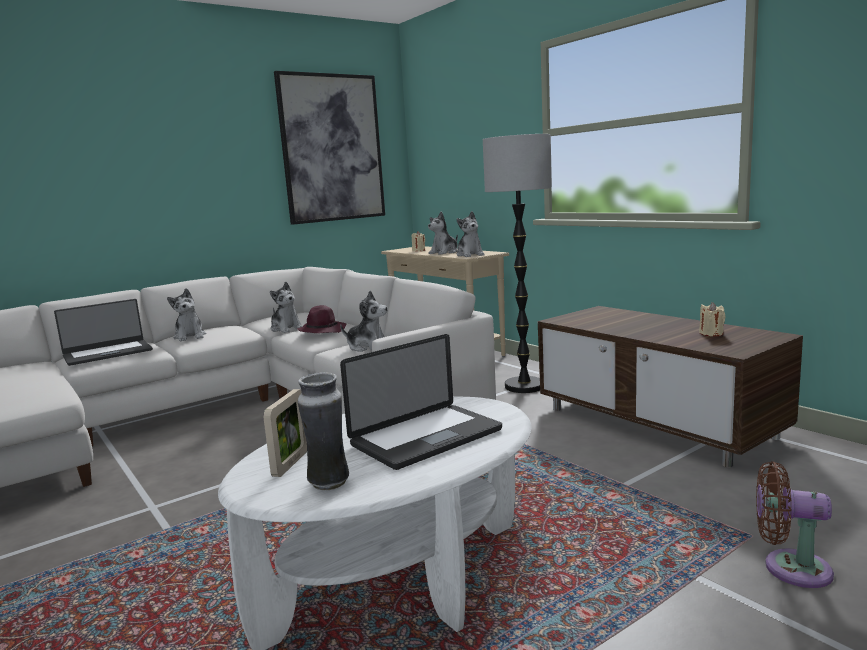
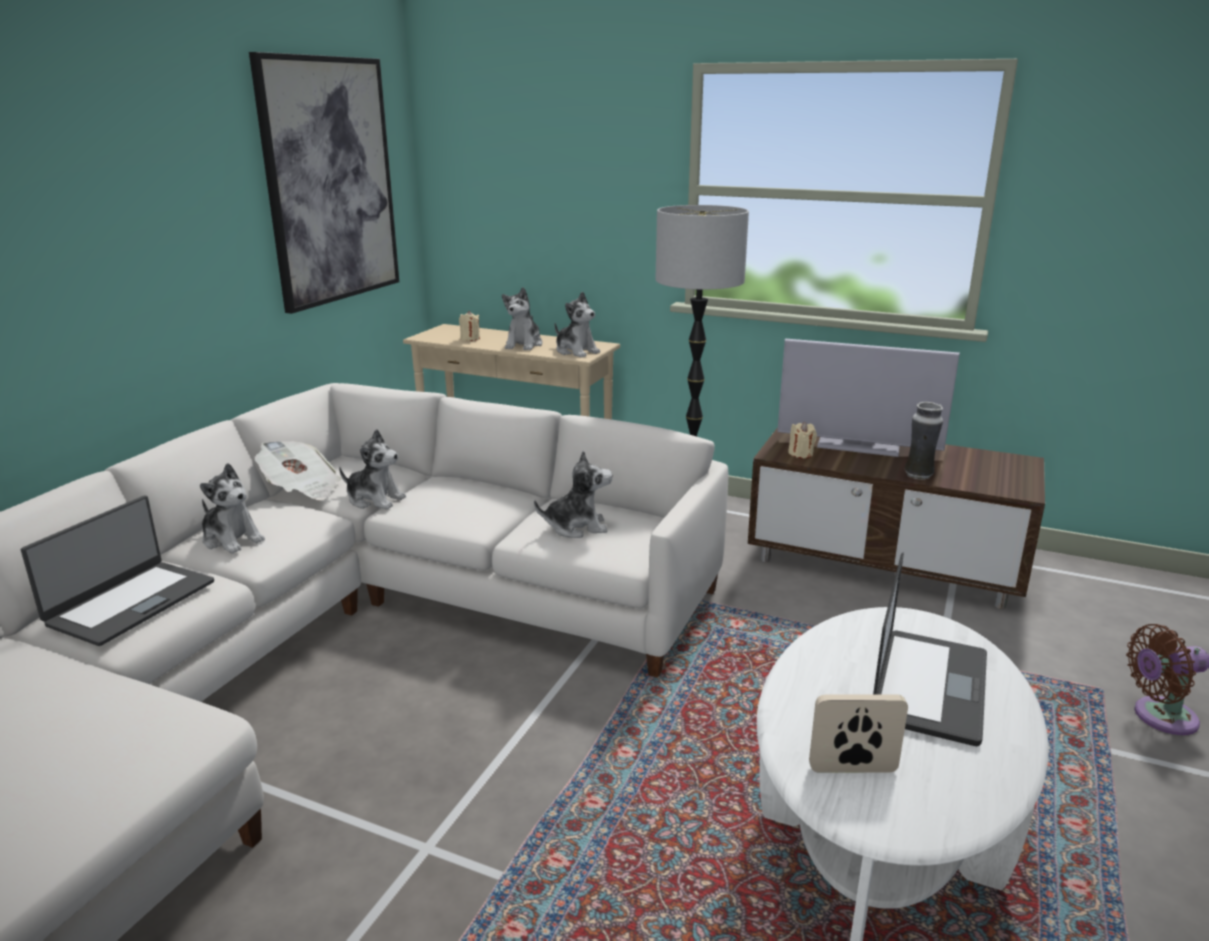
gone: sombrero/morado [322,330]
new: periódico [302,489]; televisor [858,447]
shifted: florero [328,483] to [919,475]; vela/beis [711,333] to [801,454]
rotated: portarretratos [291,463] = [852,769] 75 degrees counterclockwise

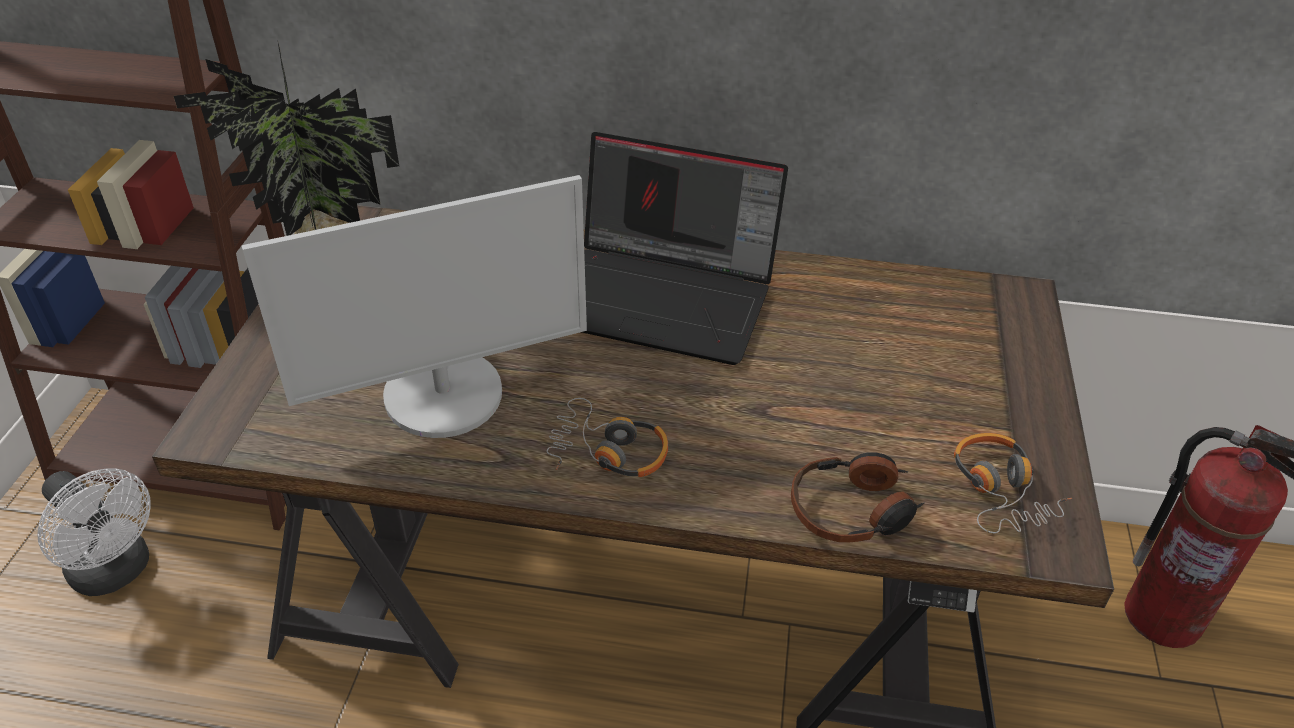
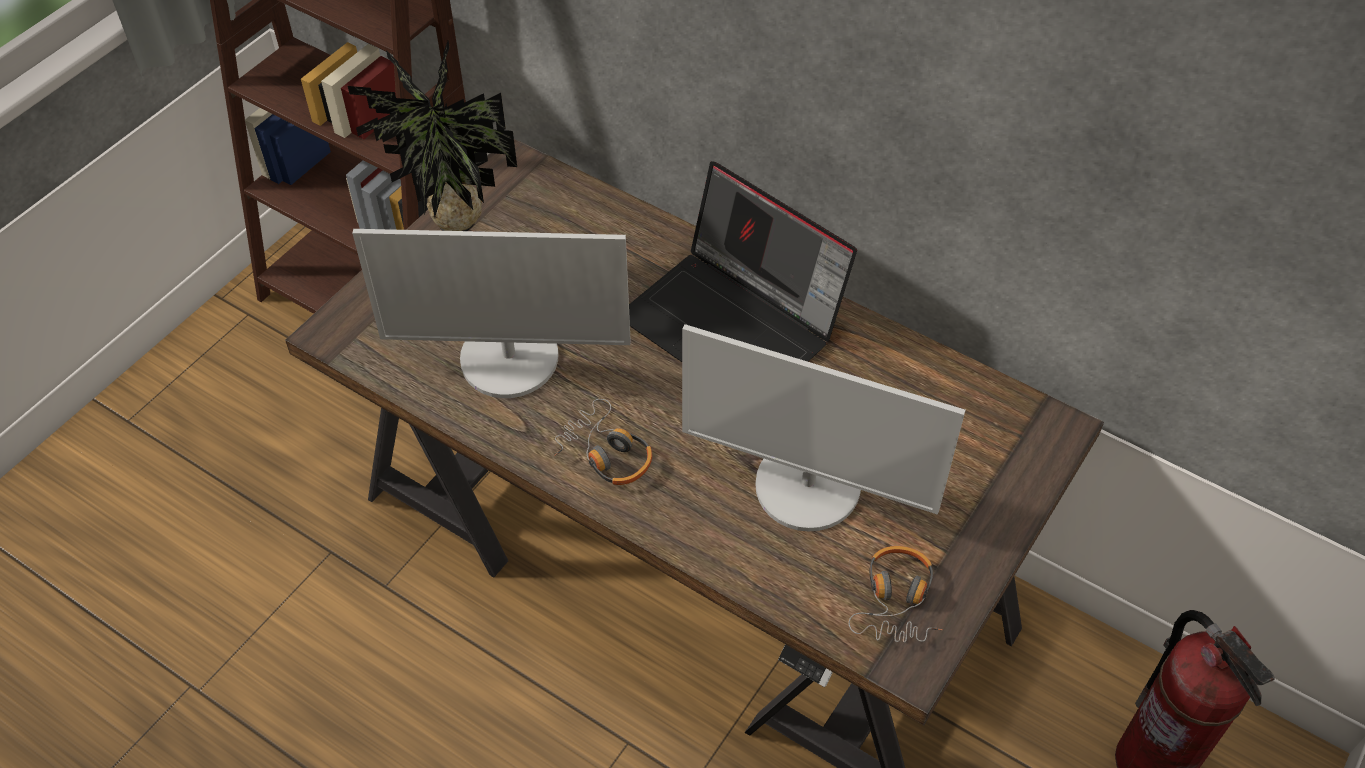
gone: ventilador/blanco [117,572]; auriculares [852,510]
new: monitor [808,487]

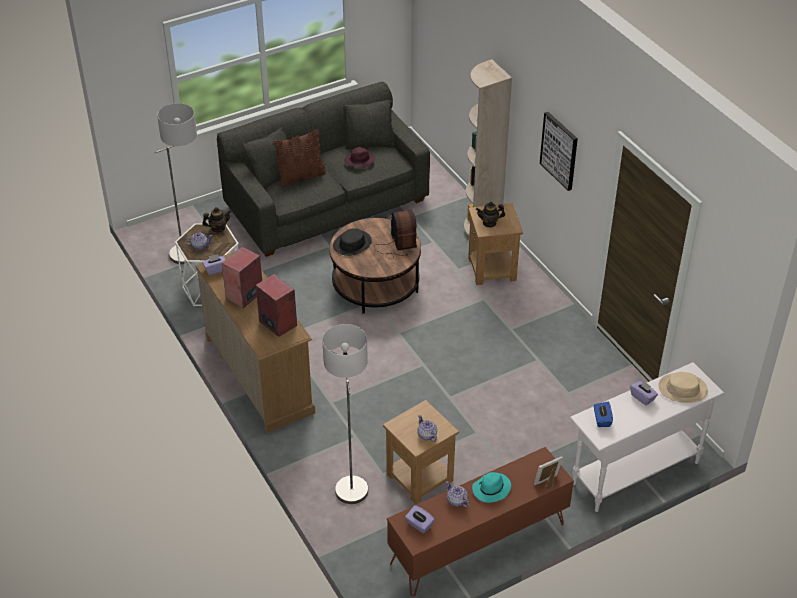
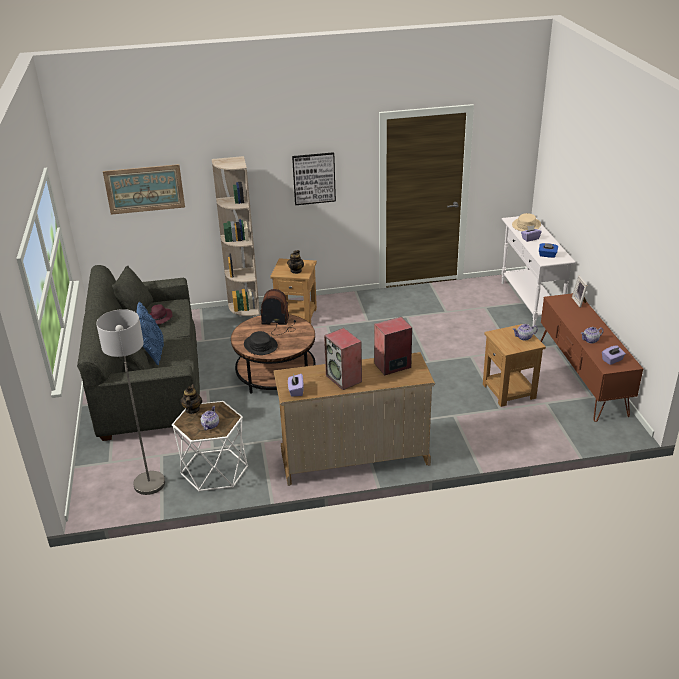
gone: lámpara de pie/gris [350,483]; sombrero/turquesa [491,490]
new: cuadro [144,189]
repainted: cojín/marrón [301,177] to cojín/azul [153,352]

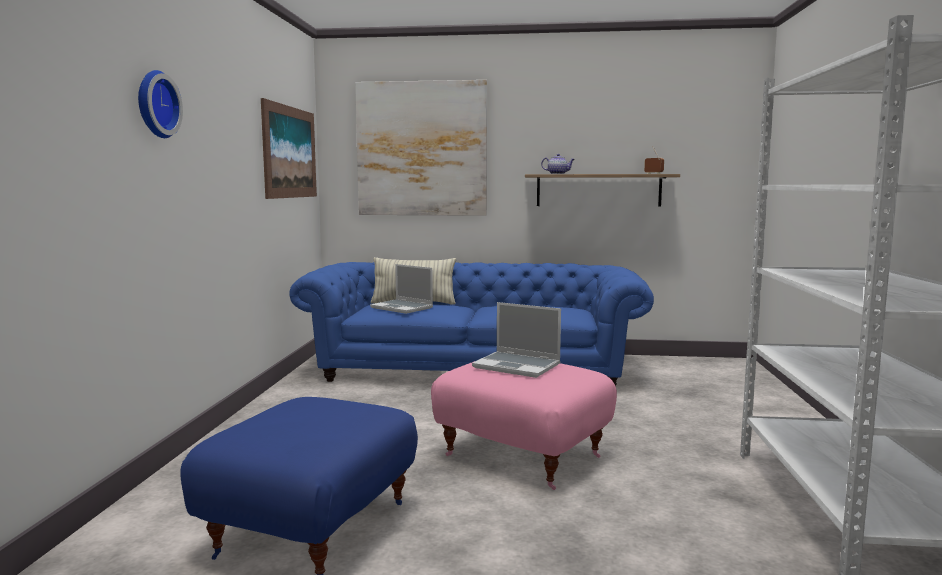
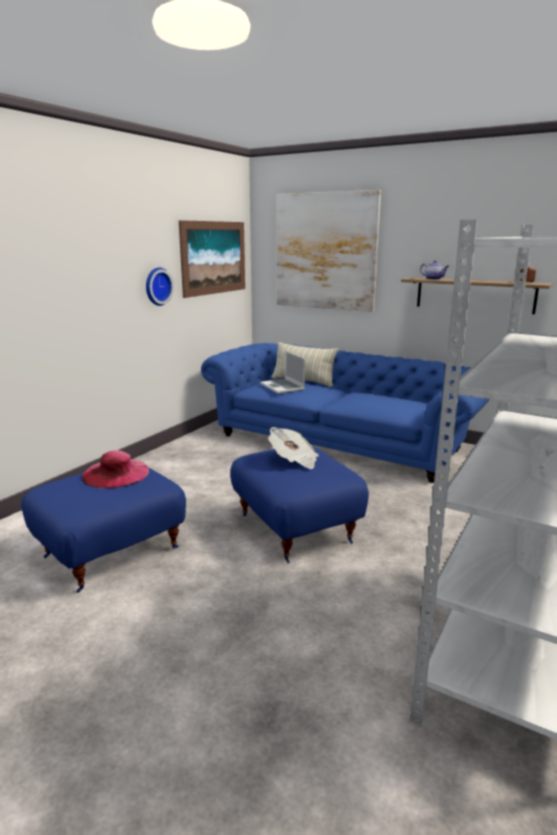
new: sombrero/rosa [116,473]
shifted: reloj de pared [155,104] to [157,286]
swapped: portátil [518,366] to periódico [294,460]
repainted: puf/rosa [524,455] to puf/azul [297,528]

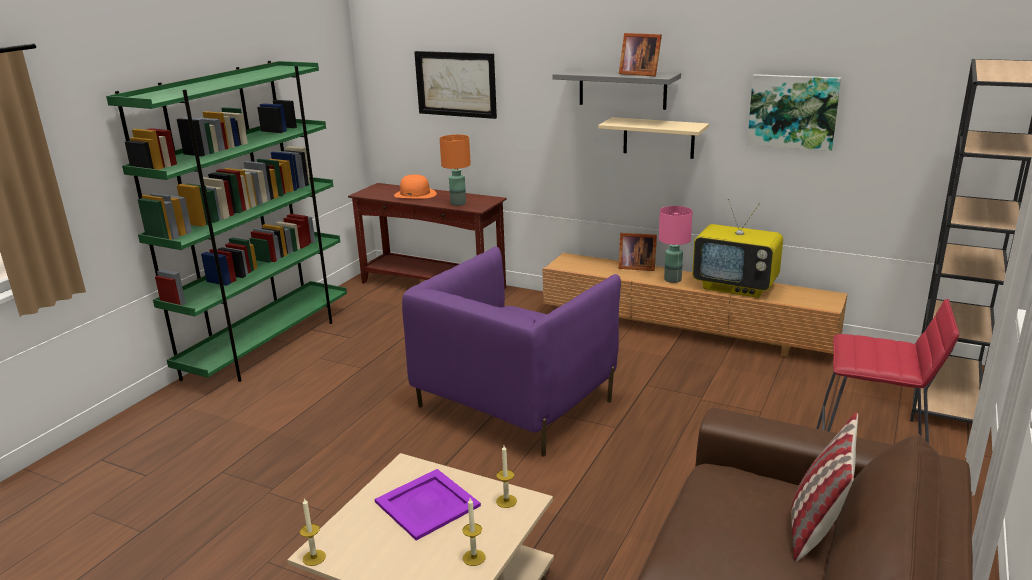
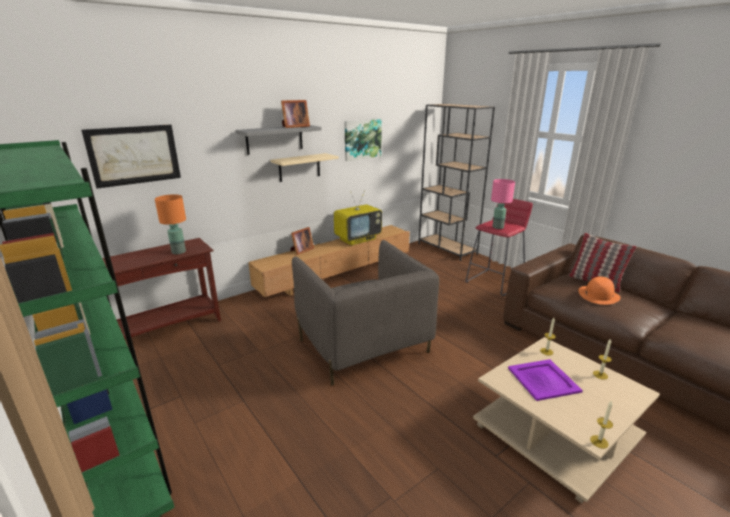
shifted: sombrero/naranja [415,194] to [598,295]; lámpara de mesa/rosa [673,279] to [498,227]
repainted: sillón/morado [515,402] to sillón/gris [363,345]

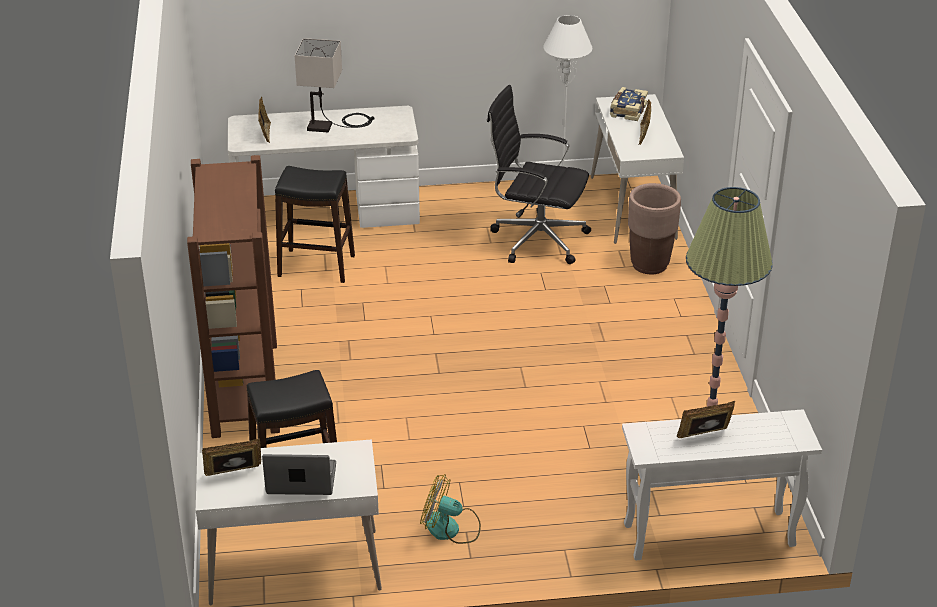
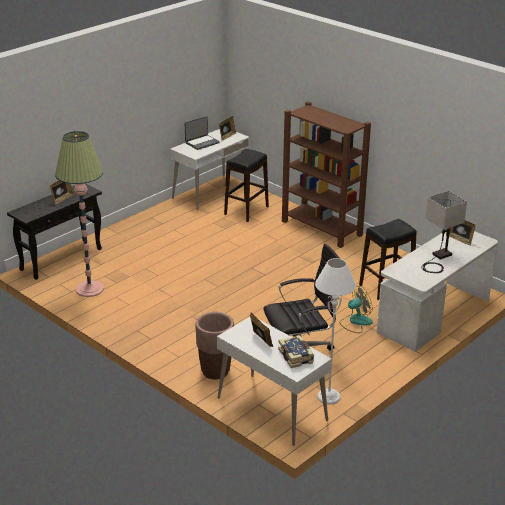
shifted: ventilador [450,528] to [355,322]
repainted: mesa consola/blanco [707,536] to mesa consola/negro [61,259]

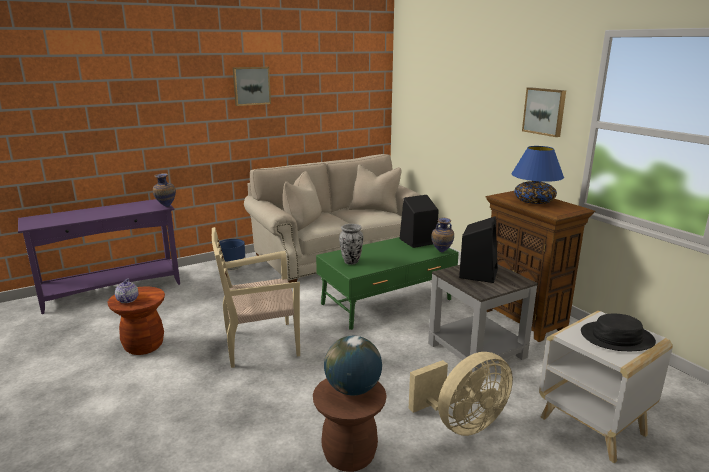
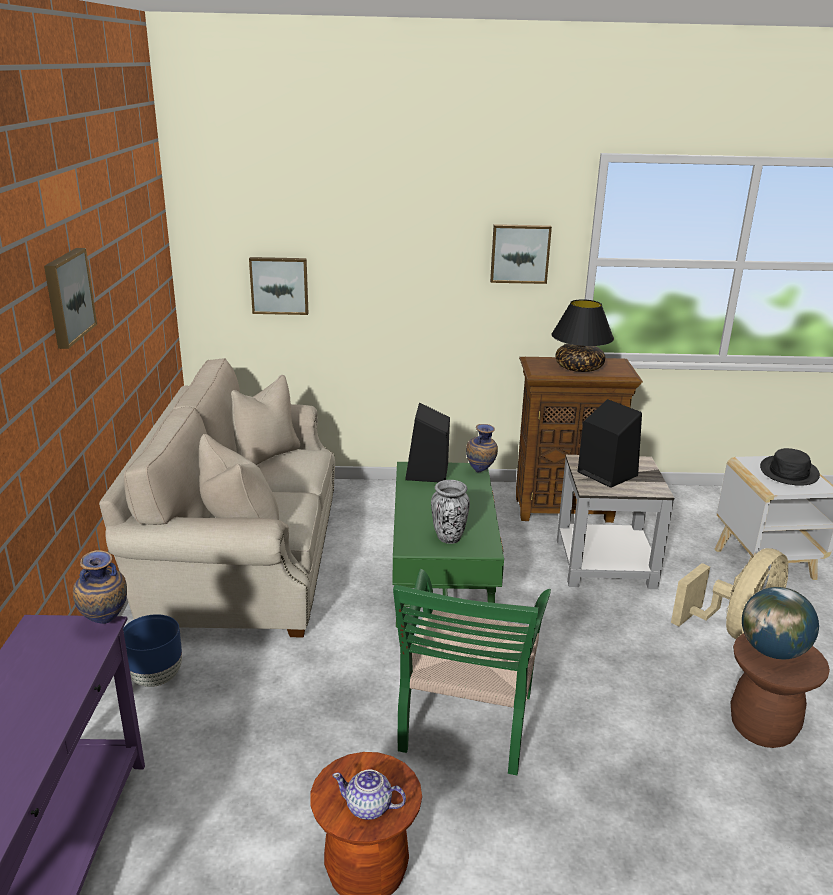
new: cuadro [279,285]
repainted: sillón/beis [260,343] to sillón/verde [466,724]; lámpara de mesa/azul [534,201] to lámpara de mesa/negro [579,368]
rotated: ventilador/beis [462,424] = [734,630] 45 degrees clockwise

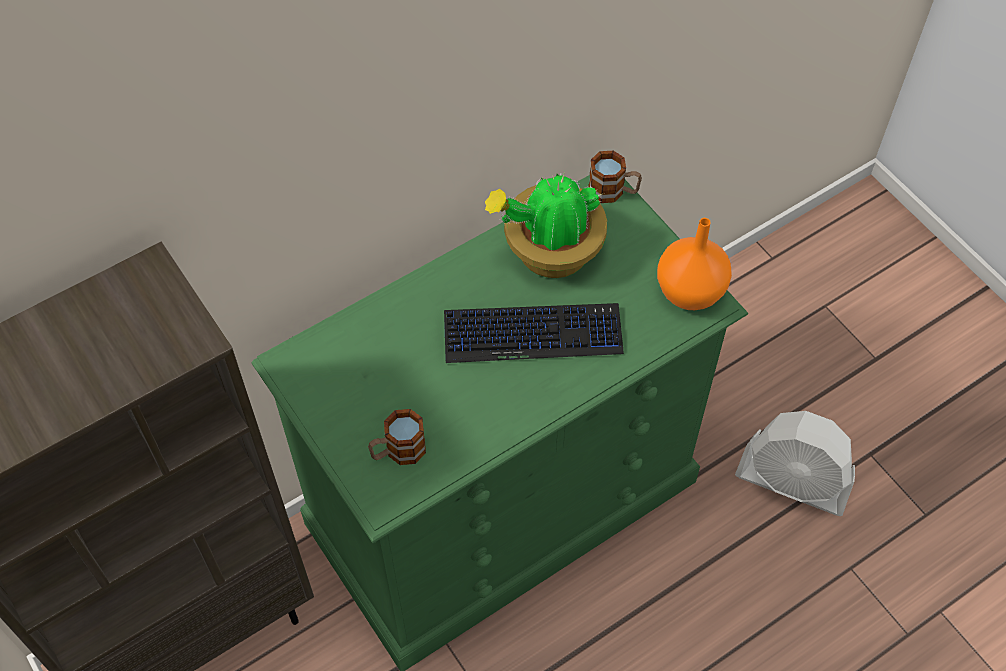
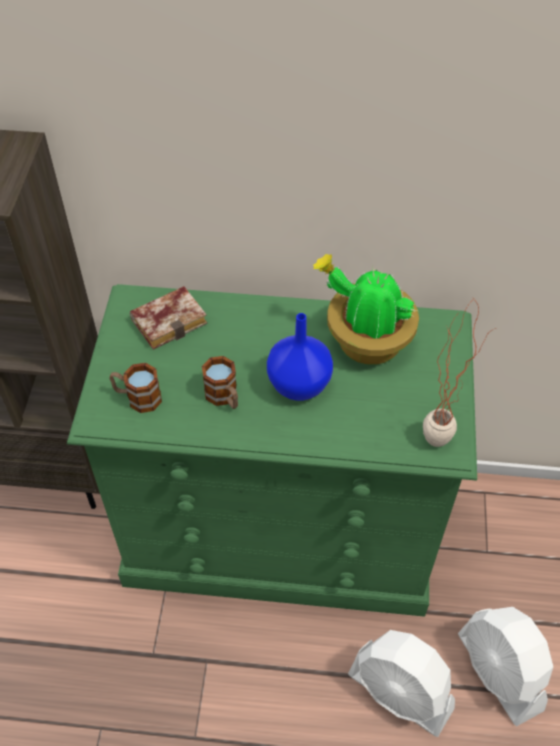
new: libro [170,320]; ventilador/blanco [400,692]
shifted: taza grande [613,191] to [224,397]
swapped: teclado [533,334] to florero/azul [300,385]; florero/naranja [689,293] to planta en maceta [442,434]

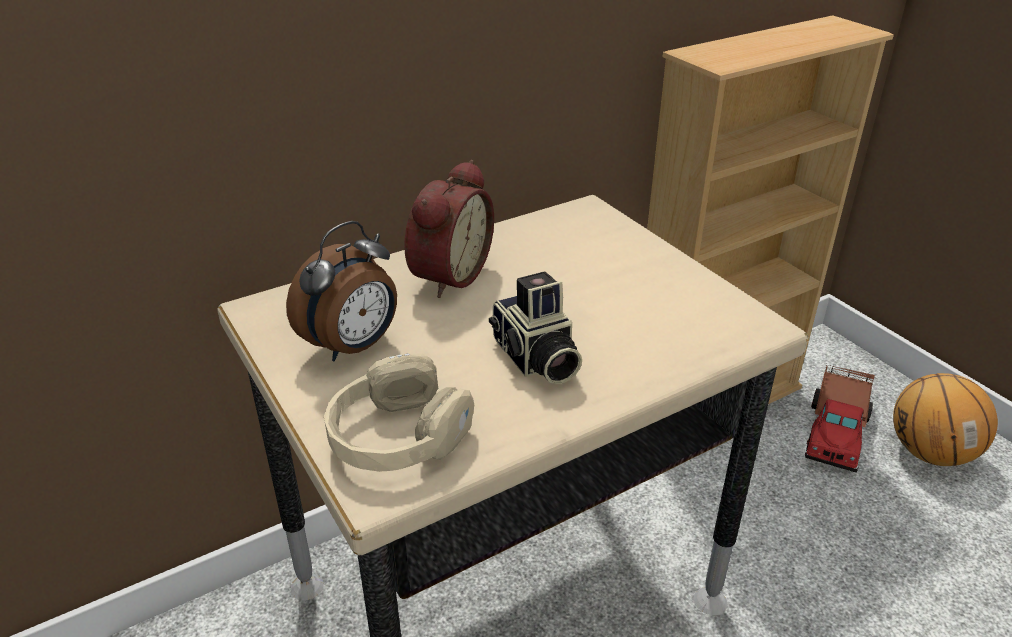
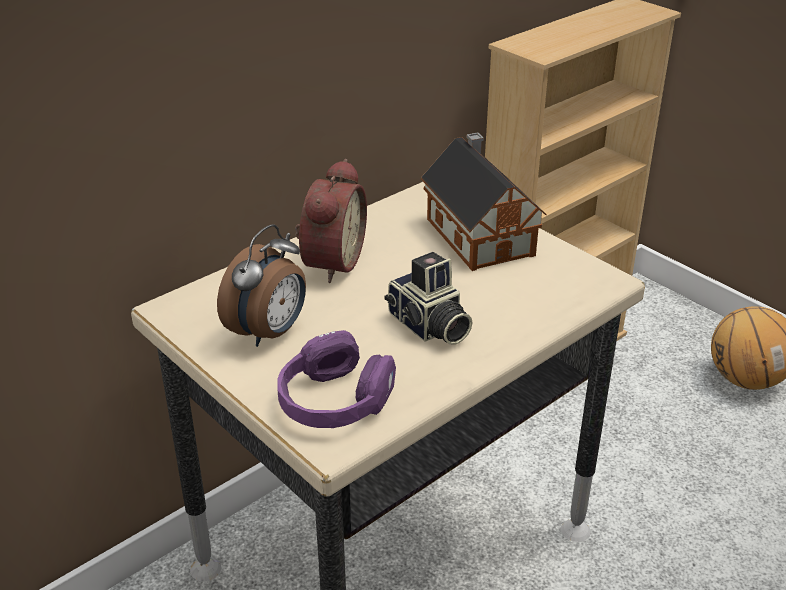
gone: camión de juguete [837,430]
new: casita [478,234]
repainted: auriculares/beis [398,437] to auriculares/morado [335,401]

